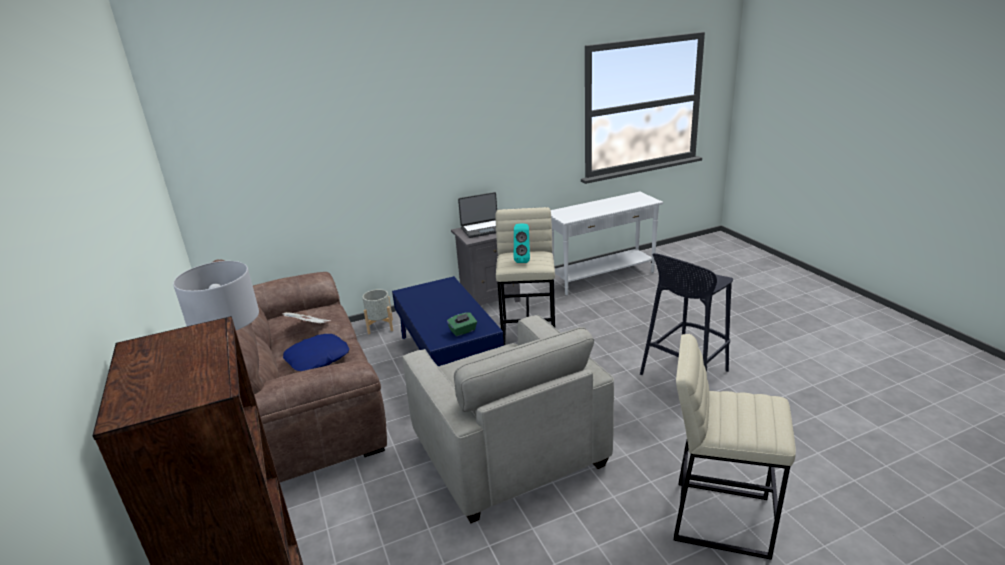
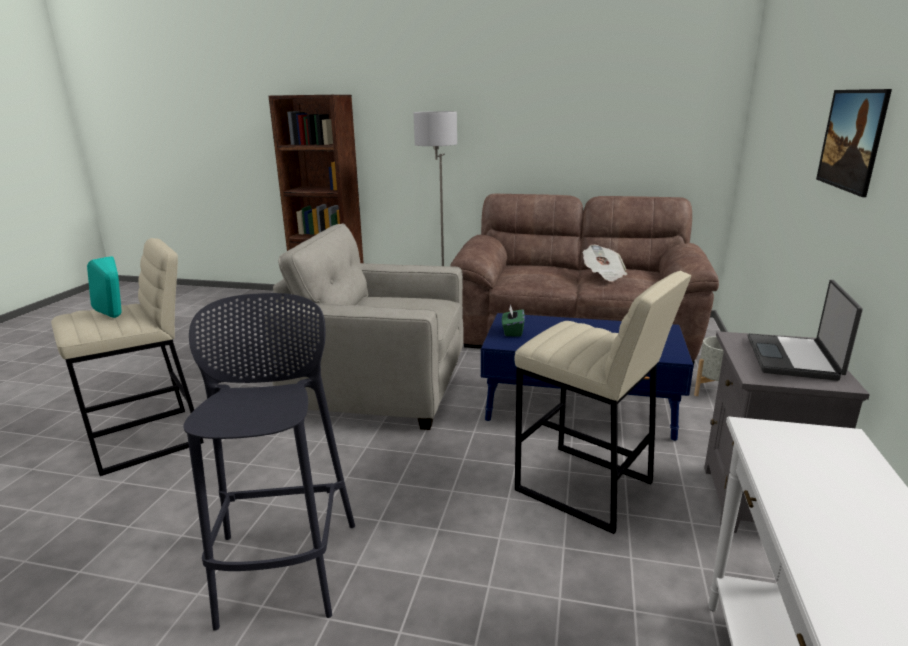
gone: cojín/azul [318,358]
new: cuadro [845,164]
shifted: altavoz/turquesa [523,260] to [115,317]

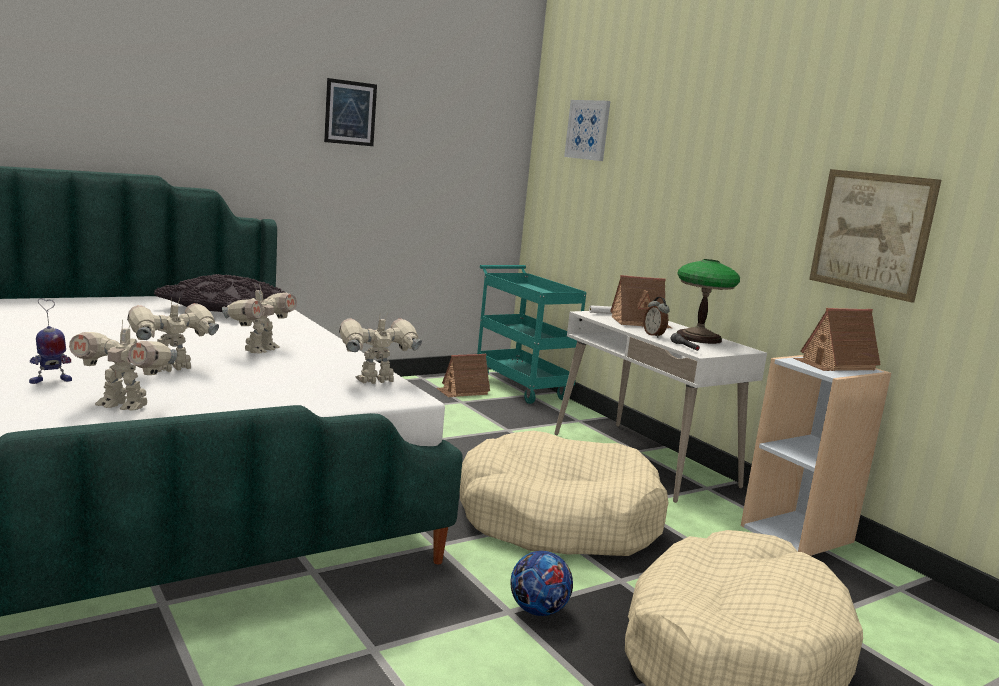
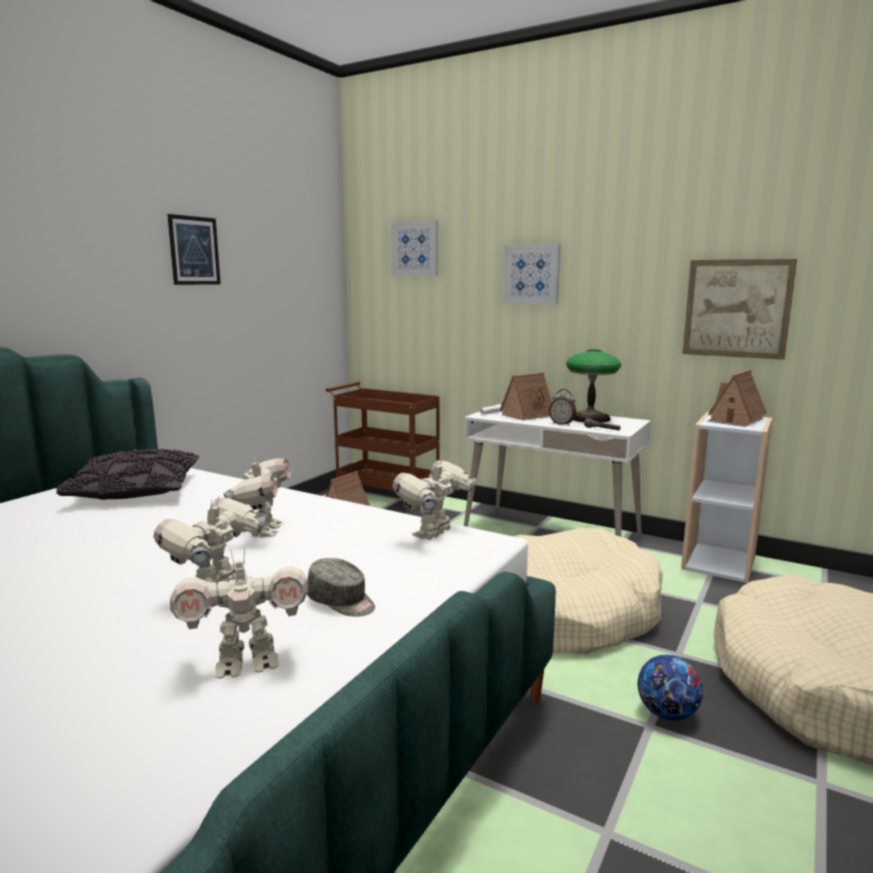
gone: robot de juguete [50,381]
new: gorra/gris [342,602]; cuadro [531,274]
repainted: carrito/turquesa [520,388] to carrito/marrón [385,495]

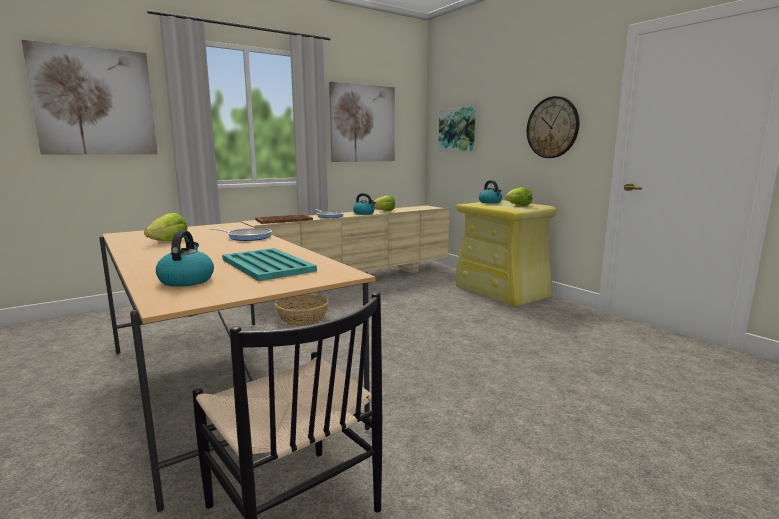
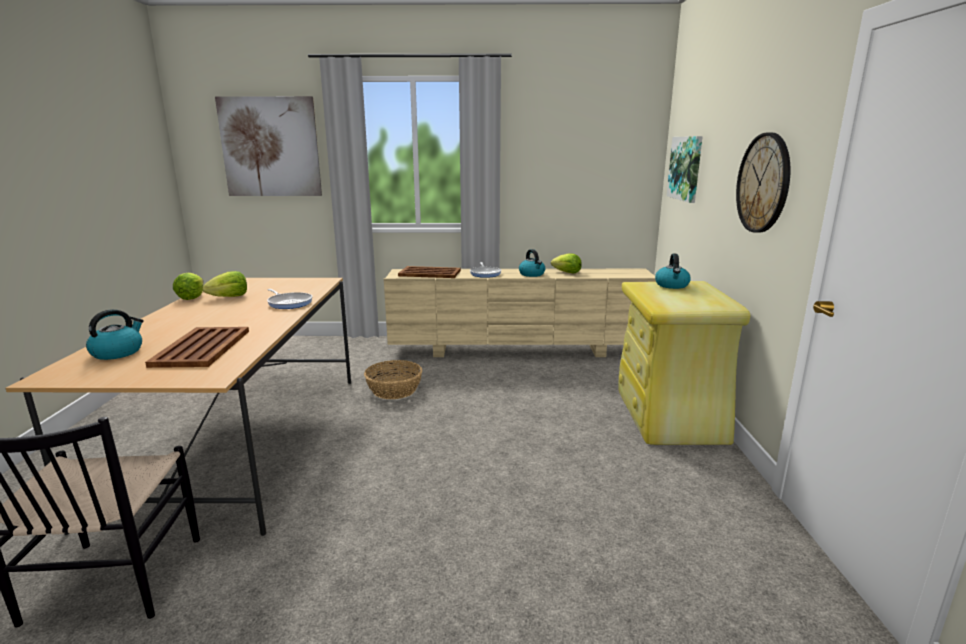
gone: cuadro [363,123]
shifted: lechuga [518,205] to [192,297]
repainted: bandeja/turquesa [267,265] to bandeja/marrón [203,347]

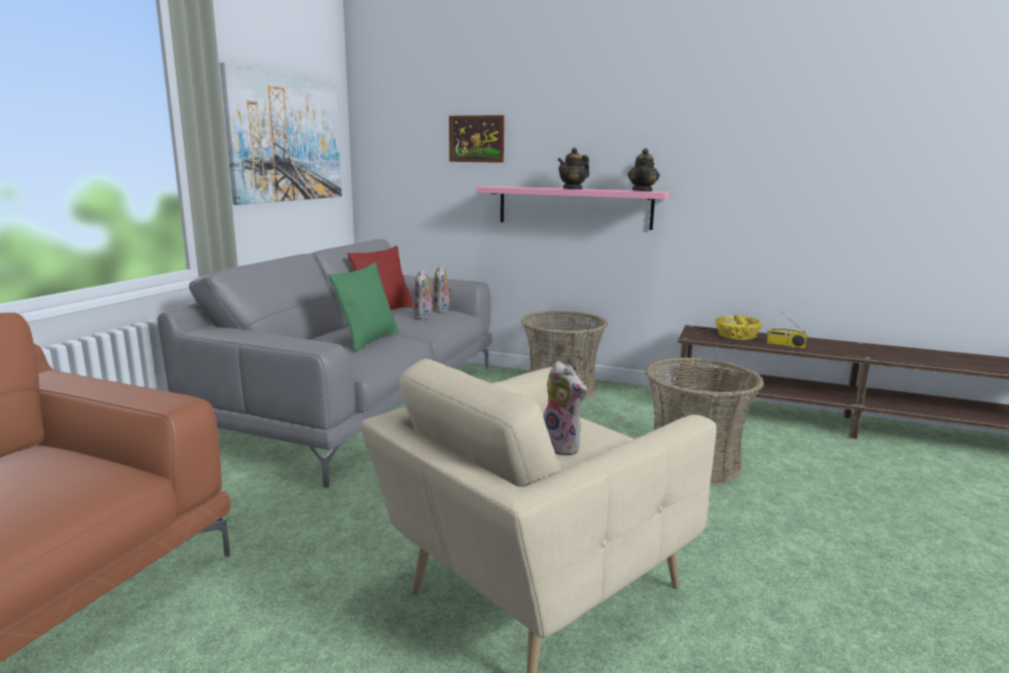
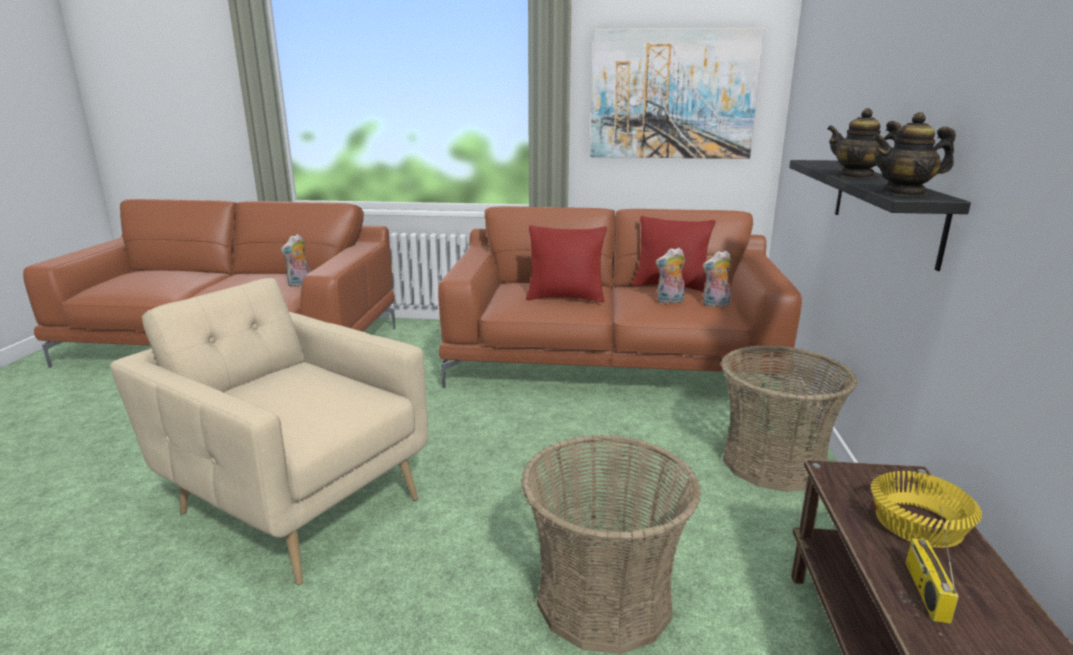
gone: cuadro [476,139]
shifted: peluche [563,447] to [300,284]
repainted: sofá/gris [361,403] to sofá/marrón [610,364]; cojín/verde [368,341] to cojín/rojo [565,298]; estante/rosa [574,207] to estante/negro [884,207]

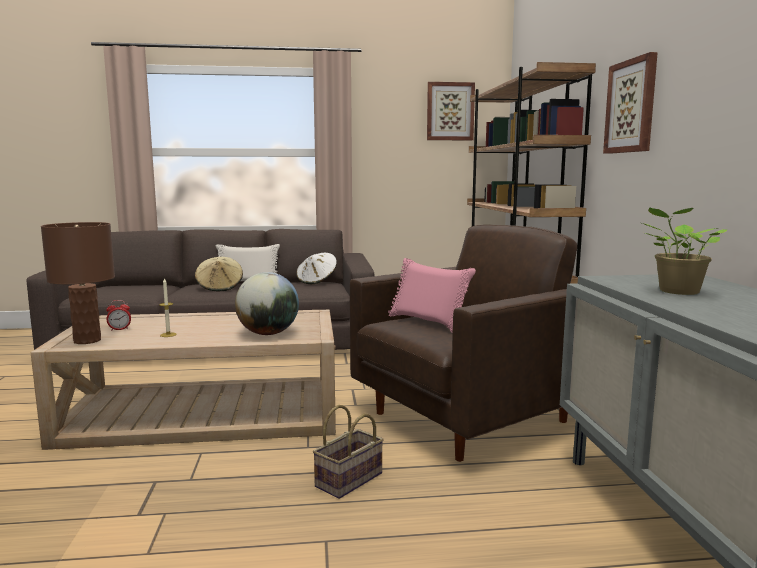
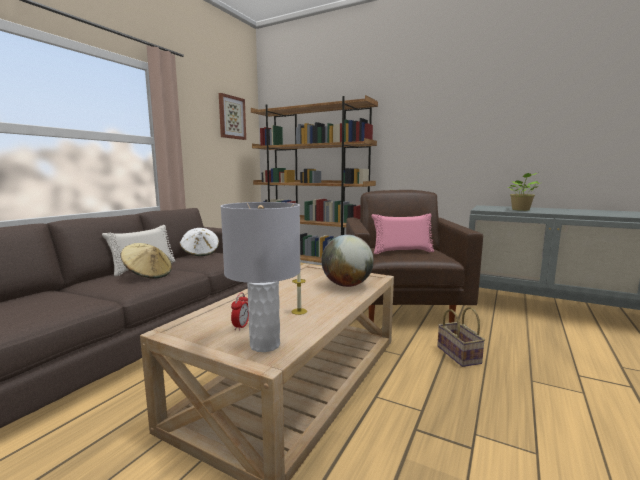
gone: cuadro [631,106]
repainted: lámpara de mesa/marrón [87,341] to lámpara de mesa/gris [265,345]

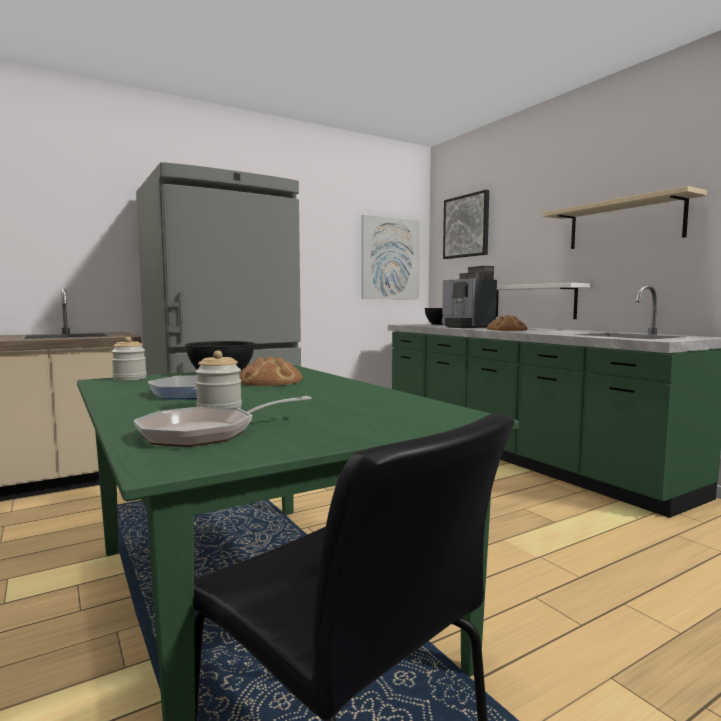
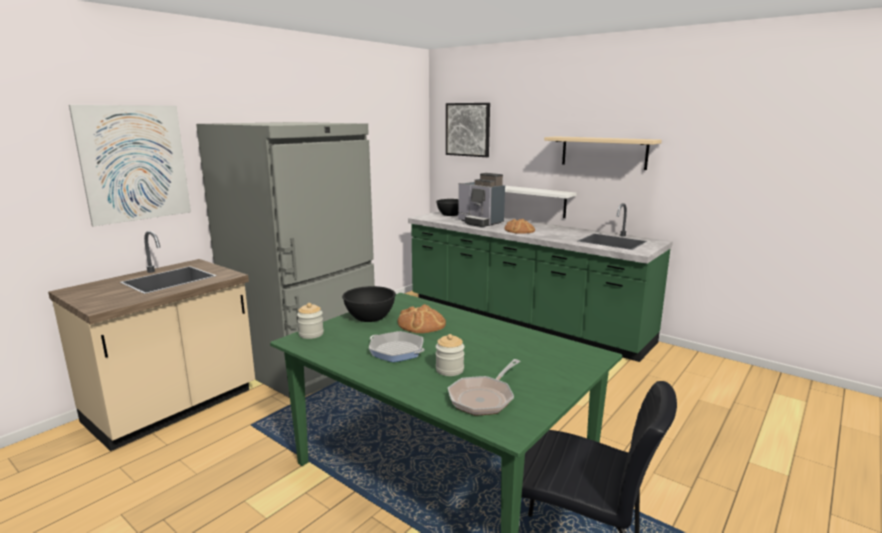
shifted: cuadro [390,258] to [135,163]

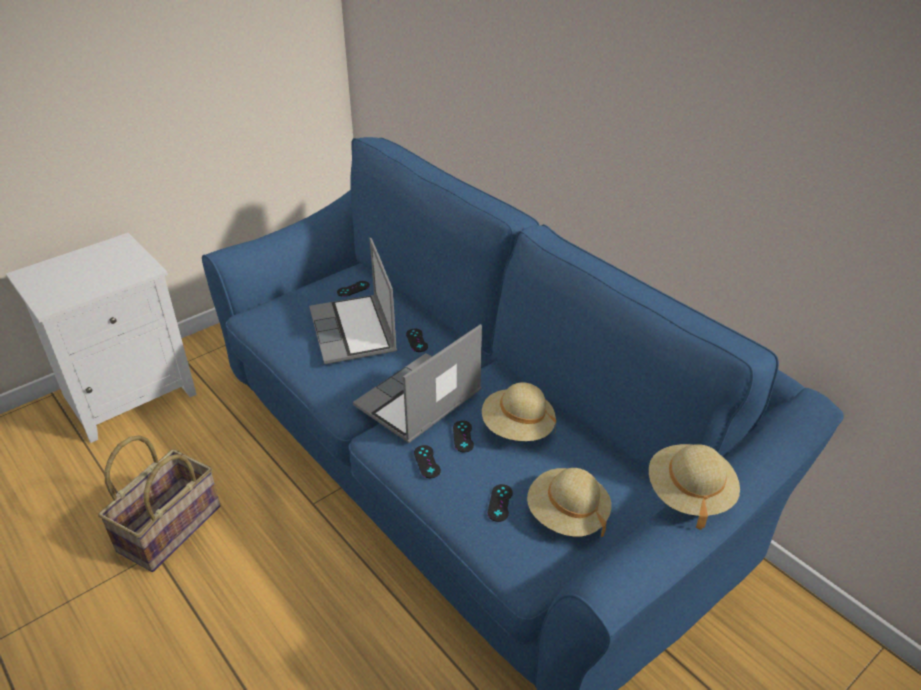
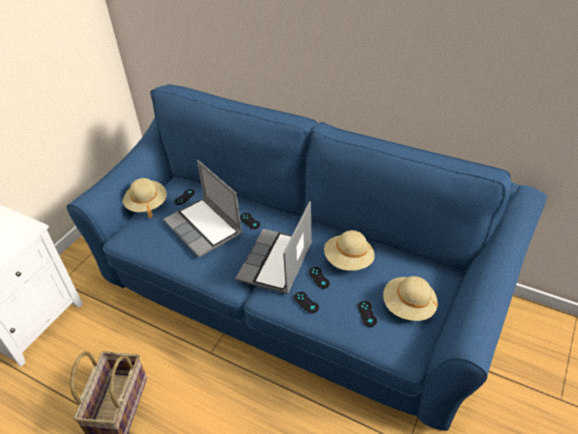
shifted: sombrero/beis [689,494] to [146,204]

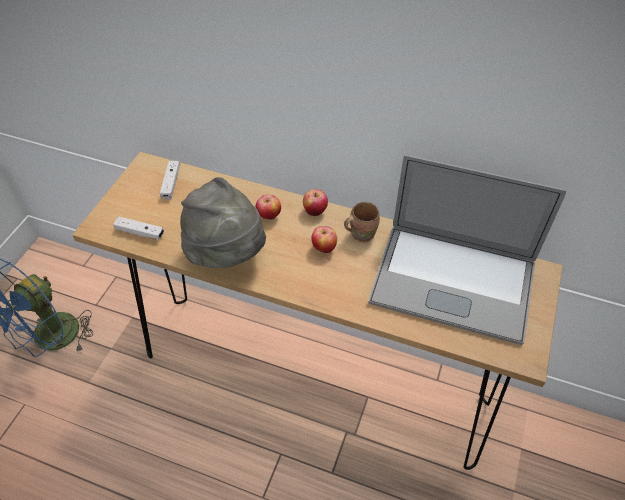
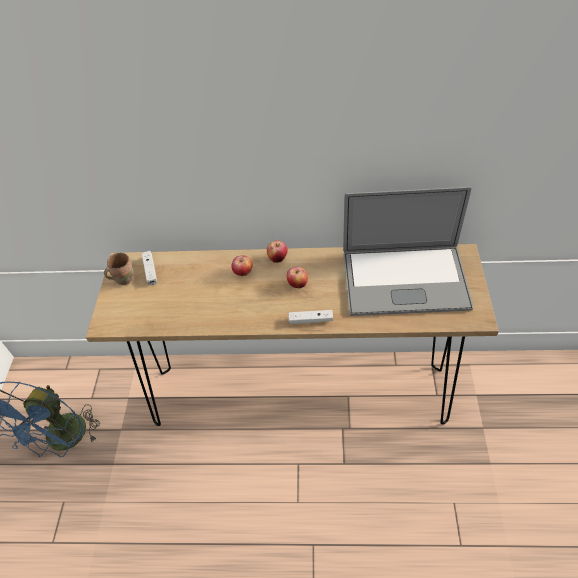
gone: sombrero/gris [227,253]
shifted: mando de consola/blanco [140,232] to [310,320]; taza grande/marrón [360,233] to [123,278]

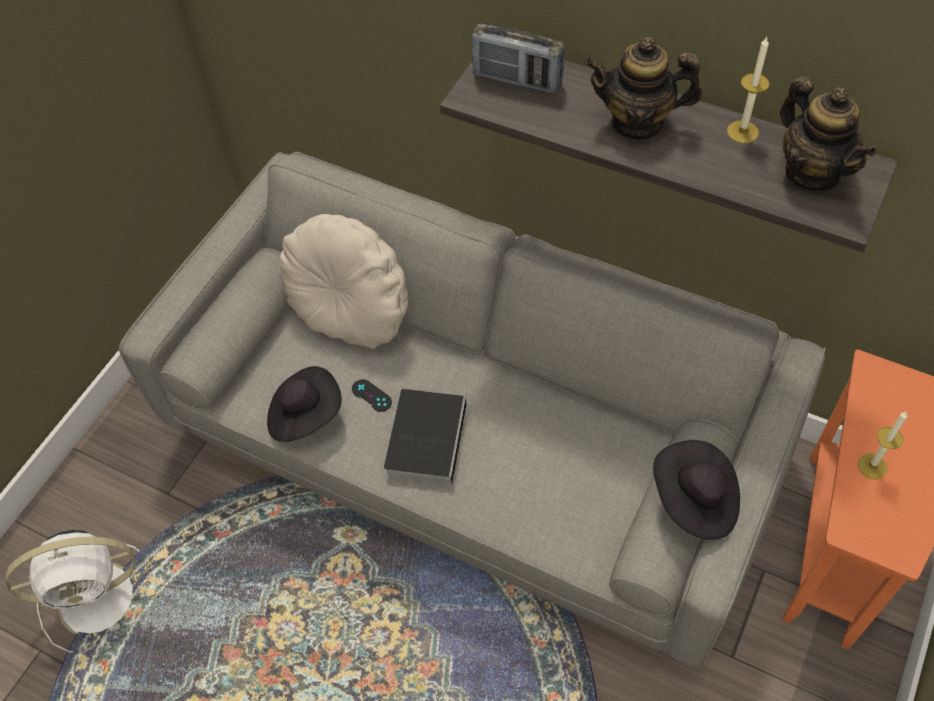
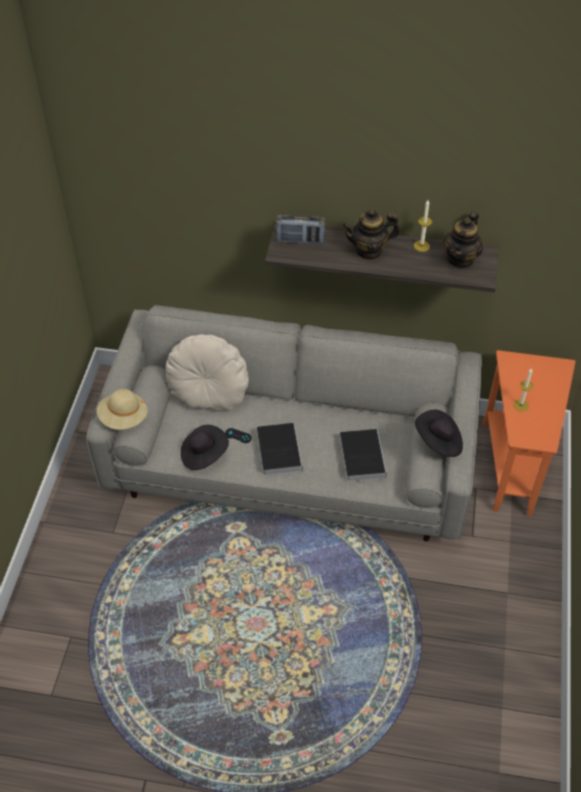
gone: ventilador/blanco [101,597]
new: sombrero/beis [123,418]; libro [361,456]
rotated: tetera [812,172] = [460,259] 75 degrees clockwise

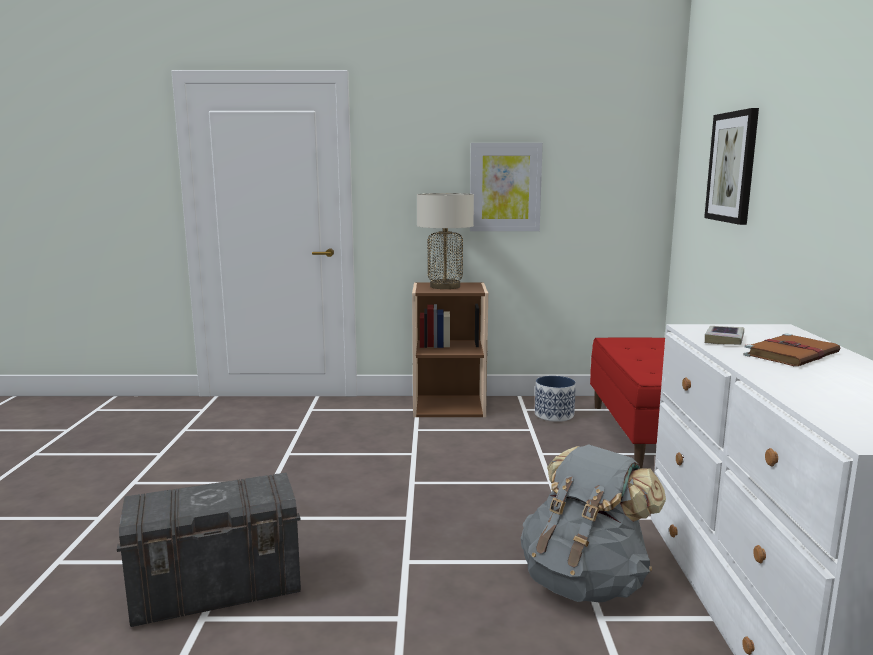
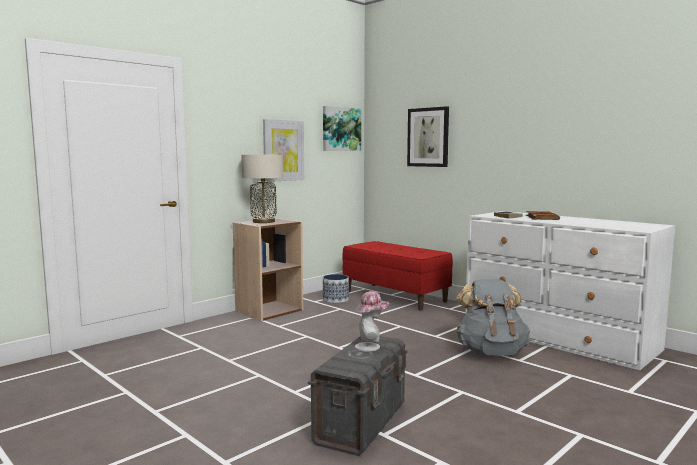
new: cuadro [341,129]; sombrero [371,346]

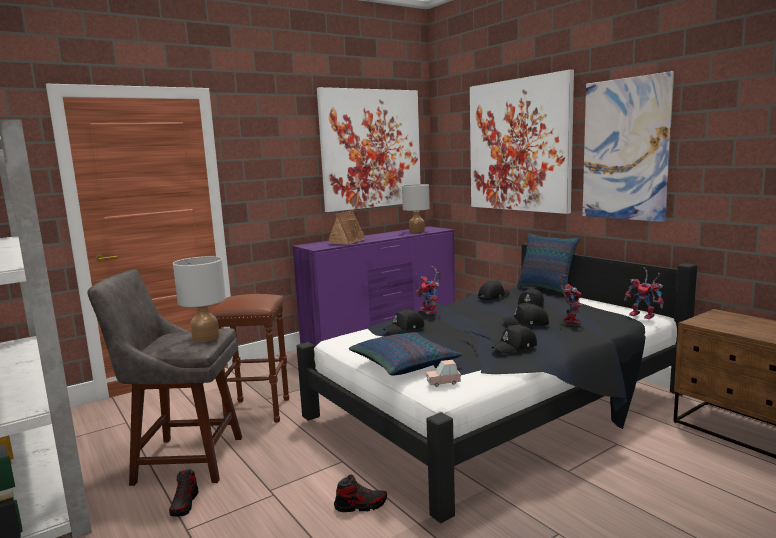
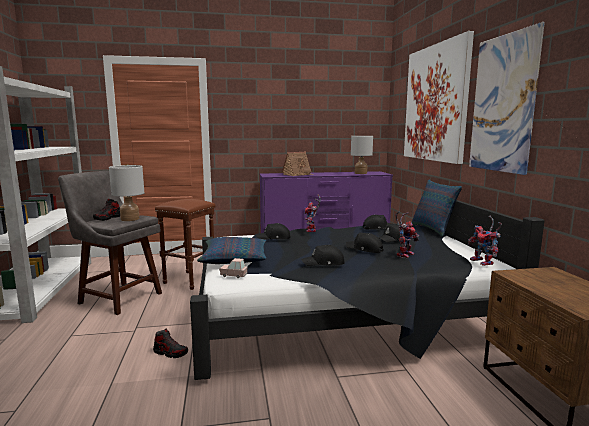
gone: cuadro [371,149]
shifted: zapato [184,504] to [107,218]

